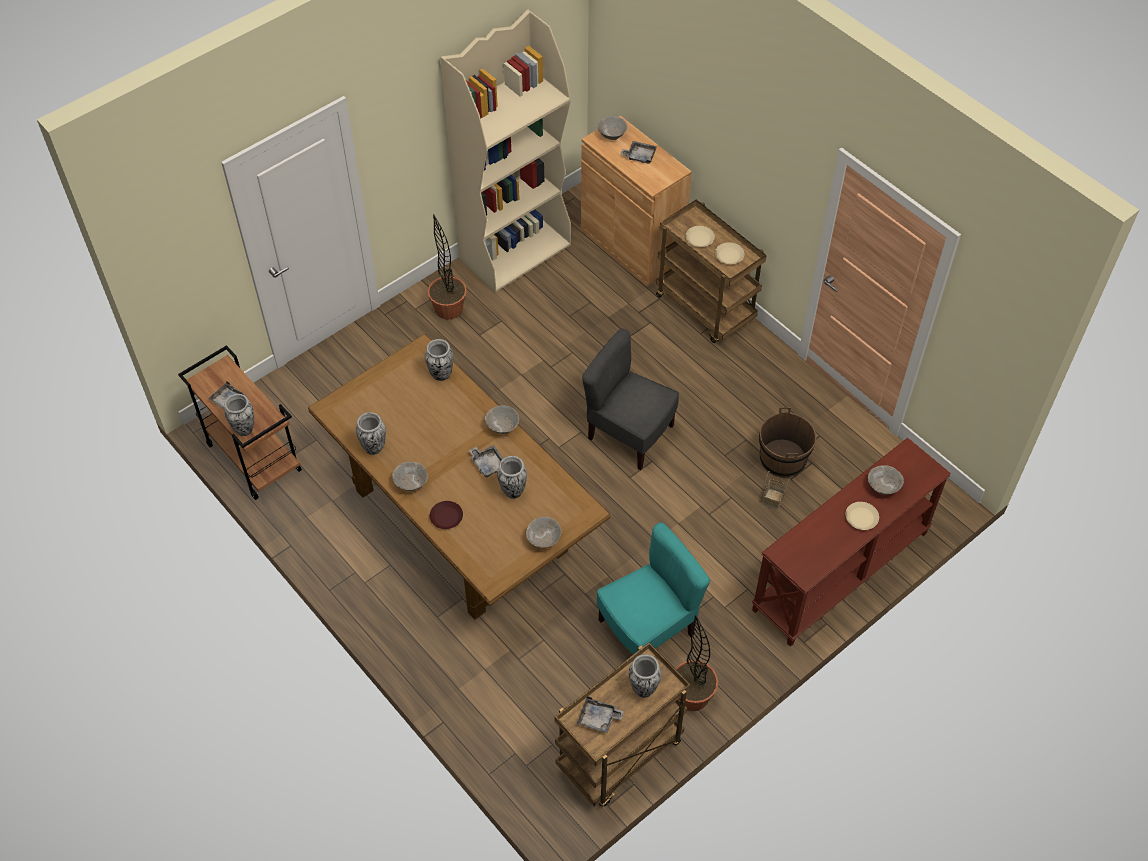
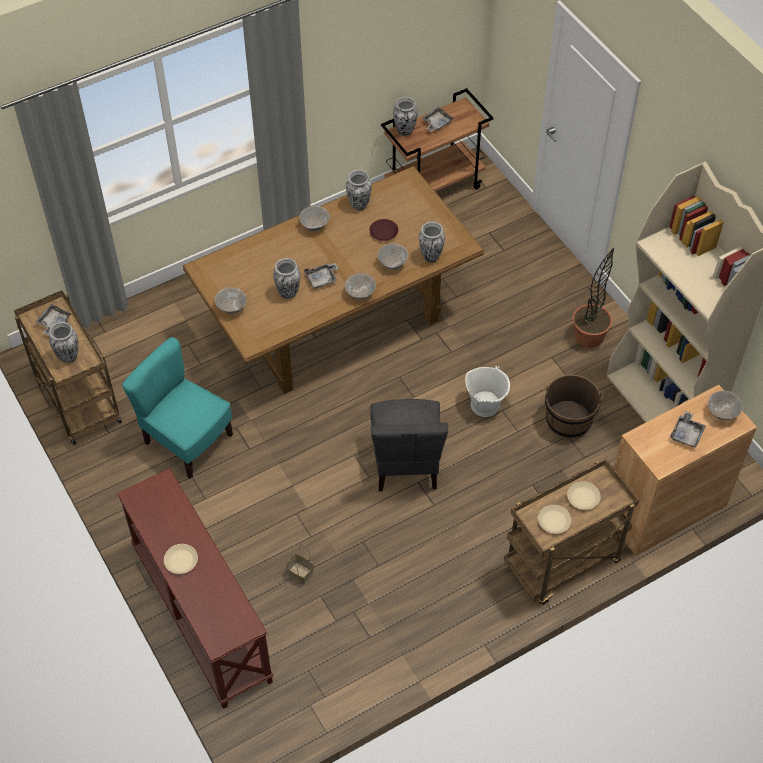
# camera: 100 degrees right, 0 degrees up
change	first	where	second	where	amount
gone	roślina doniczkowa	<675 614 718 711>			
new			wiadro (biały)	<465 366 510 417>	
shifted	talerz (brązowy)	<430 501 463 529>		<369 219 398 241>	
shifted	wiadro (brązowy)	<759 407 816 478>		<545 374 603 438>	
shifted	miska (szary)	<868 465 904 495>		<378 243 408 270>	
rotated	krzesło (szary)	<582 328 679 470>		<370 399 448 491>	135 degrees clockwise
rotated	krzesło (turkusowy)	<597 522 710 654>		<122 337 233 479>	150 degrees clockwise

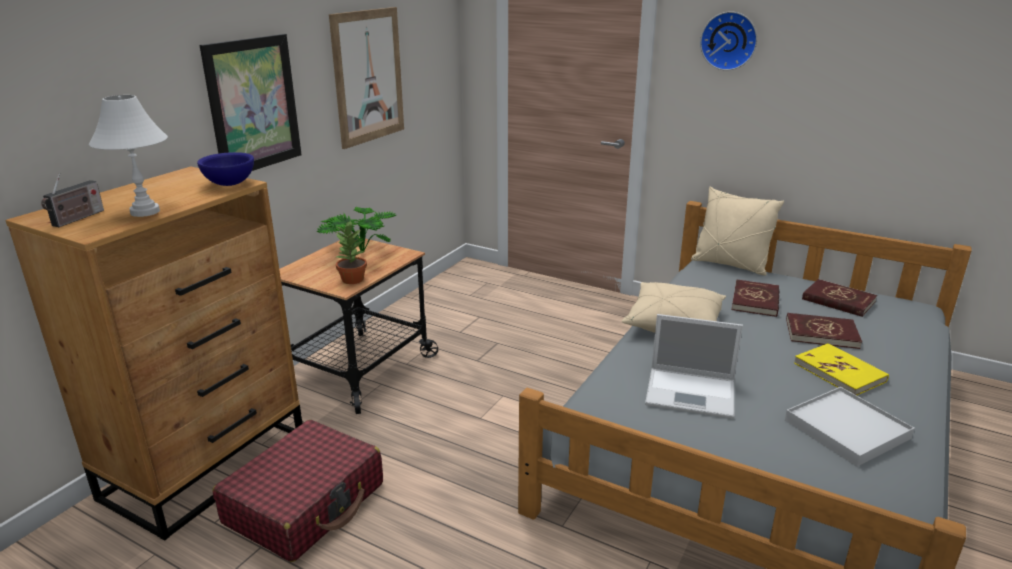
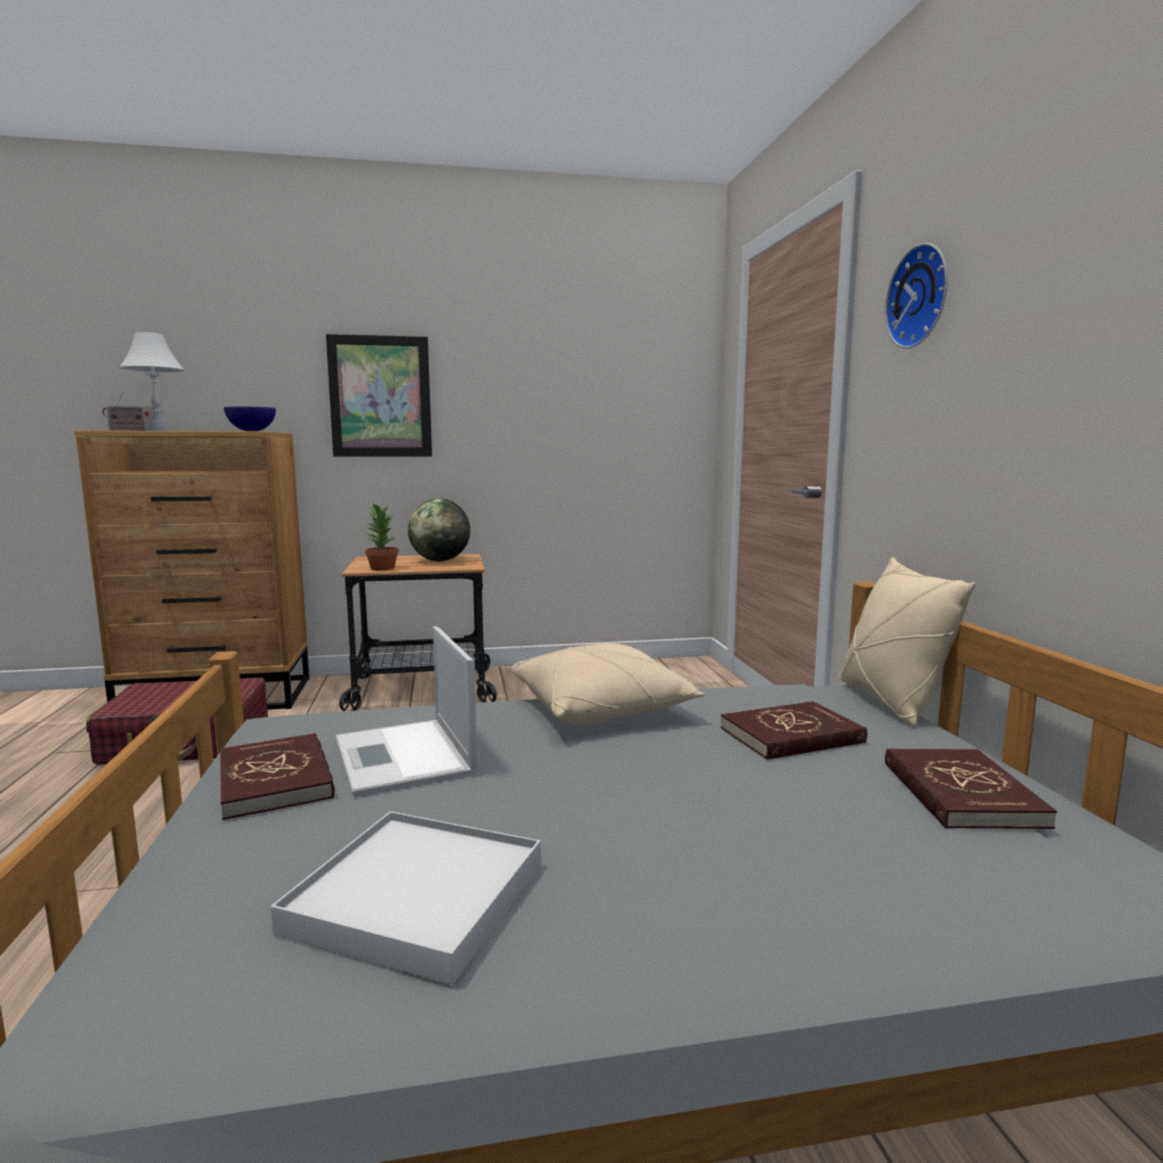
# camera: 50 degrees right, 15 degrees down
change	first	where	second	where	amount
gone	obraz	<329 7 404 149>			
gone	książka (żółty)	<794 343 889 395>			
shifted	książka (czerwony)	<786 313 862 349>		<220 733 334 820>	
swapped	roślina doniczkowa	<316 207 396 253>	globus	<408 498 470 561>	

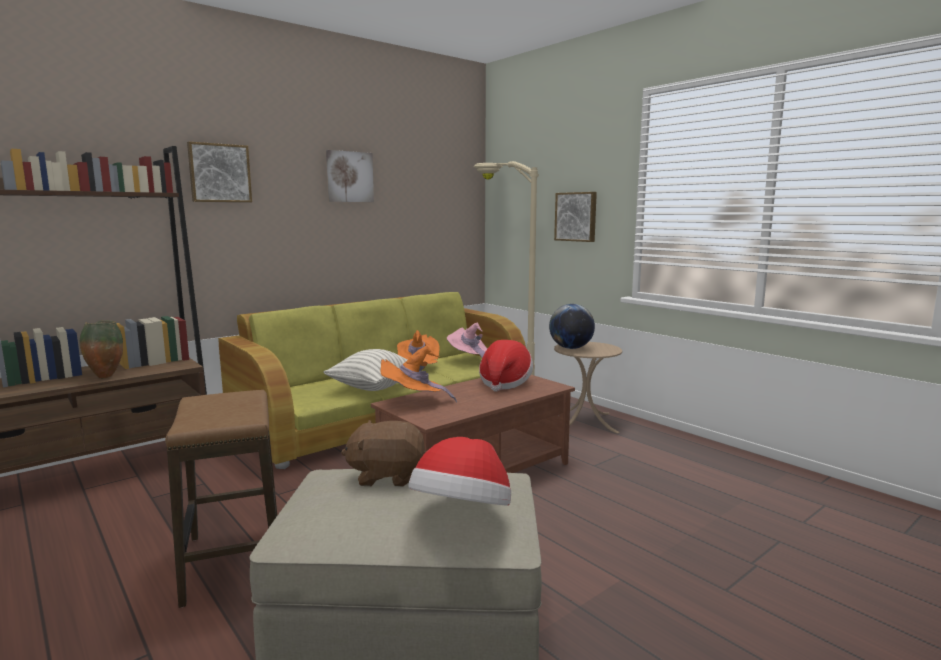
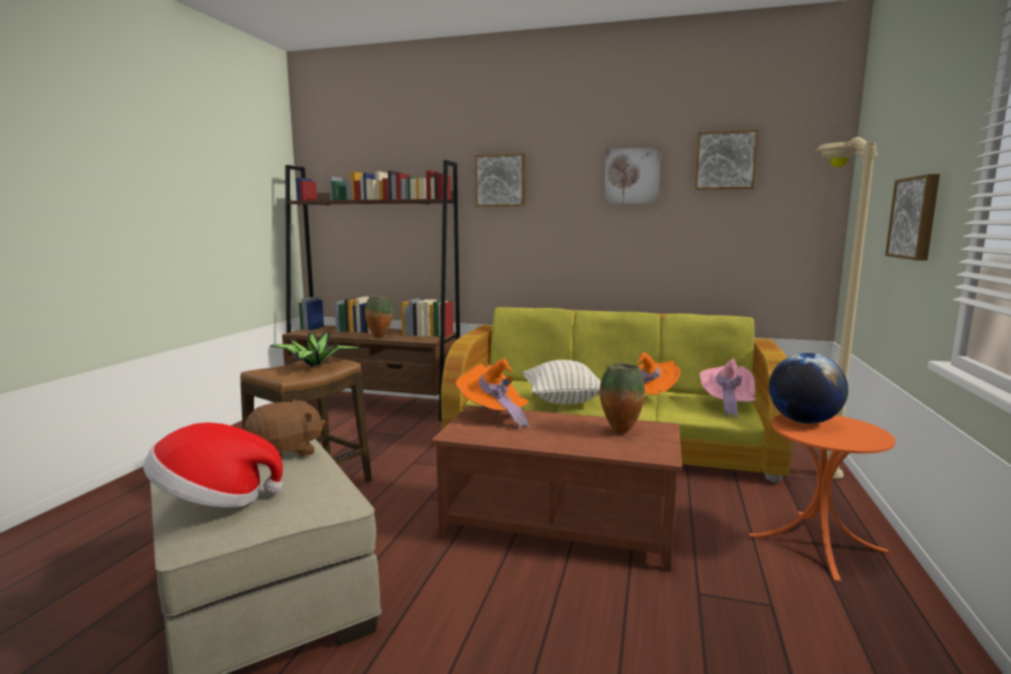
# camera: 55 degrees right, 0 degrees up
change	first	where	second	where	amount
new			roślina doniczkowa	<269 332 361 367>	
new			obraz	<695 130 759 190>	
swapped	kapelusz	<479 340 533 392>	wazon	<600 363 645 434>	
repainted	stolik (beżowy)	<554 342 622 433>	stolik (pomarańczowy)	<749 414 895 582>	
rotated	pluszak (brązowy)	<341 420 426 487>		<244 400 325 460>	90 degrees clockwise

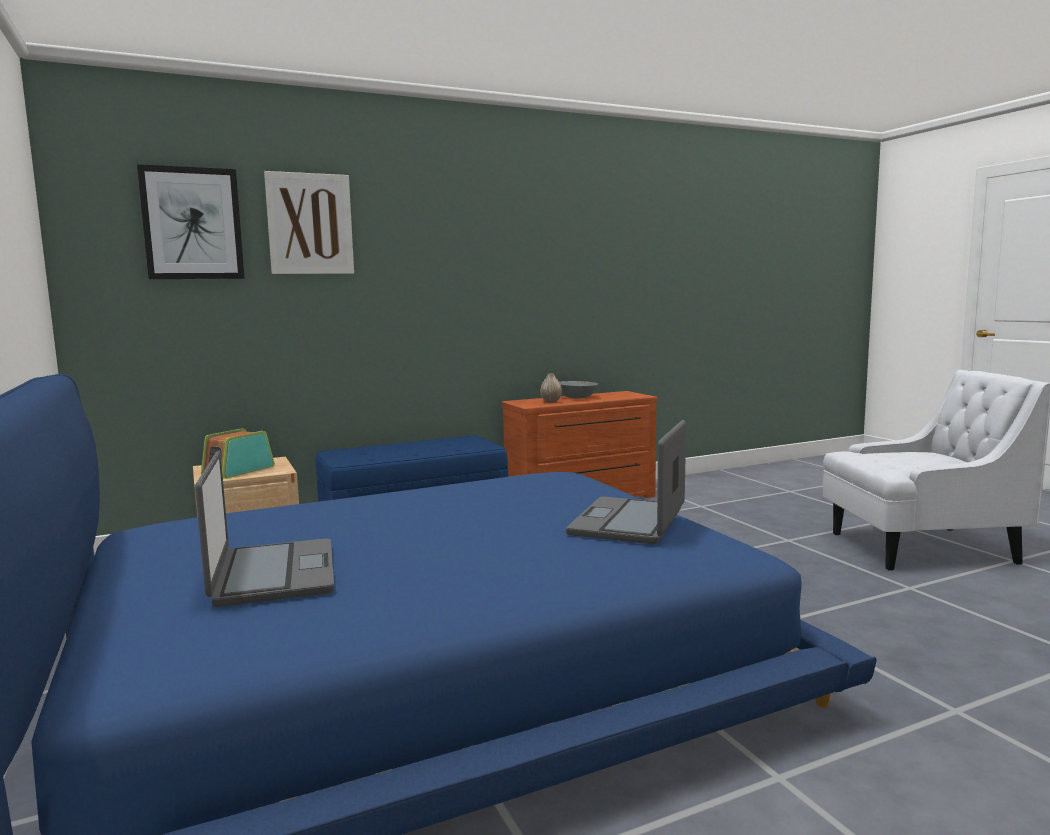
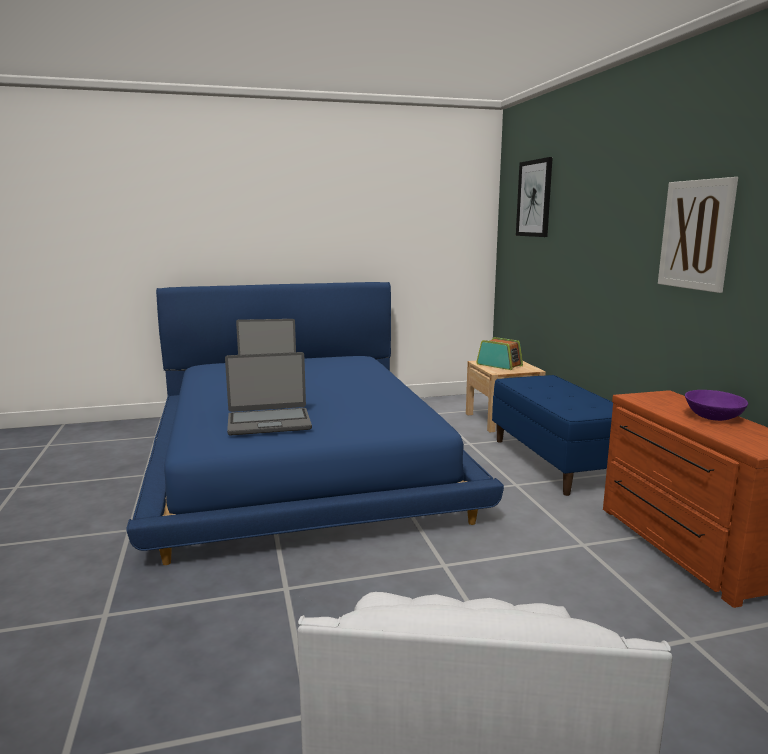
# camera: 100 degrees right, 5 degrees up
change	first	where	second	where	amount
gone	wazon	<541 374 562 403>			
shifted	obraz	<264 171 354 274>		<658 177 738 293>	
repainted	miska (szary)	<559 381 598 399>	miska (fioletowy)	<685 390 748 421>	
rotated	laptop	<566 420 686 544>		<225 352 312 435>	135 degrees clockwise

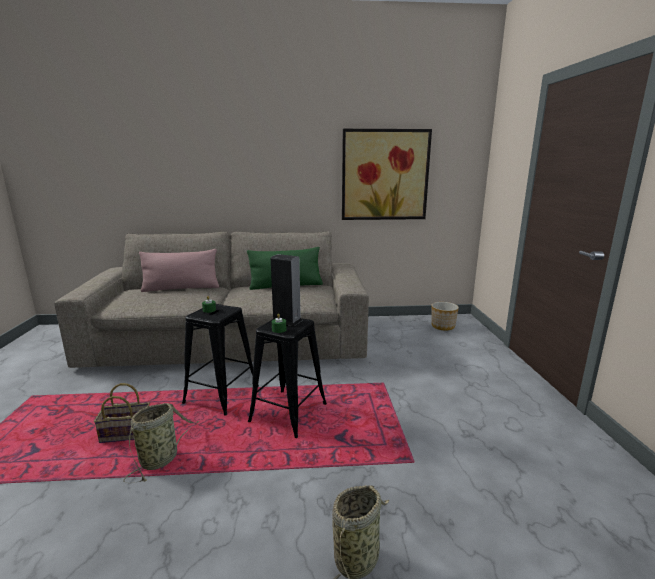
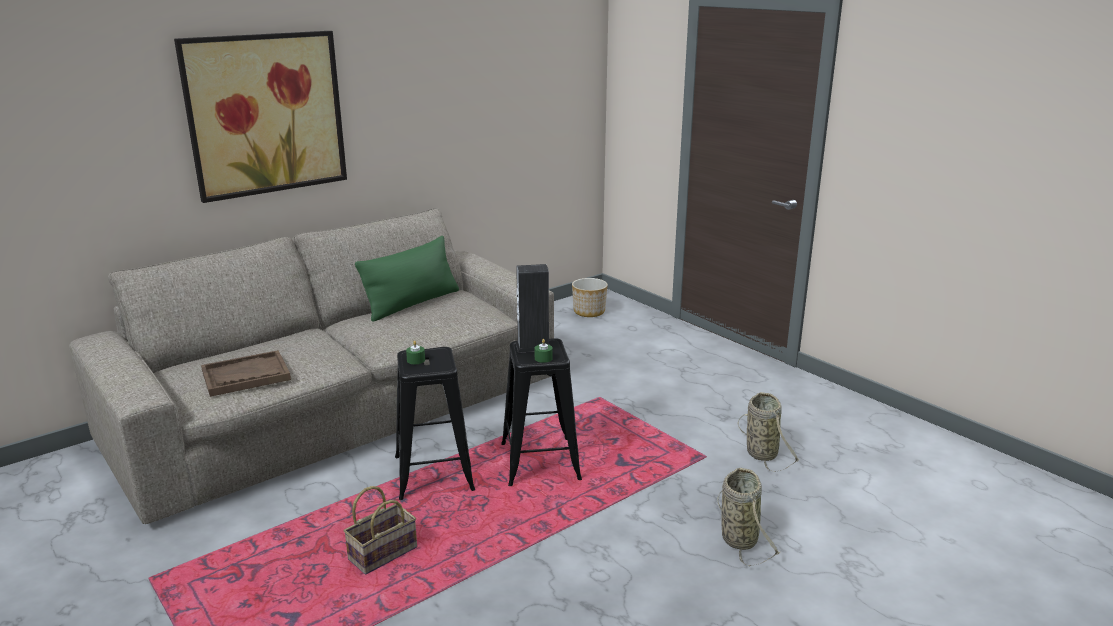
# camera: 35 degrees left, 5 degrees up
change	first	where	second	where	amount
gone	poduszka (różowy)	<139 249 219 292>			
new			taca (brązowy)	<201 350 291 397>	
shifted	koszyk	<123 403 200 483>		<738 392 800 472>	
shifted	obraz	<342 129 432 220>		<174 31 347 203>	

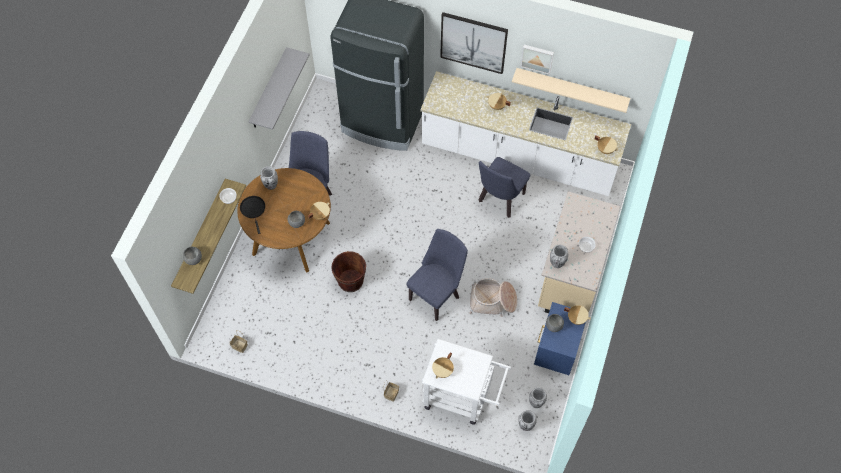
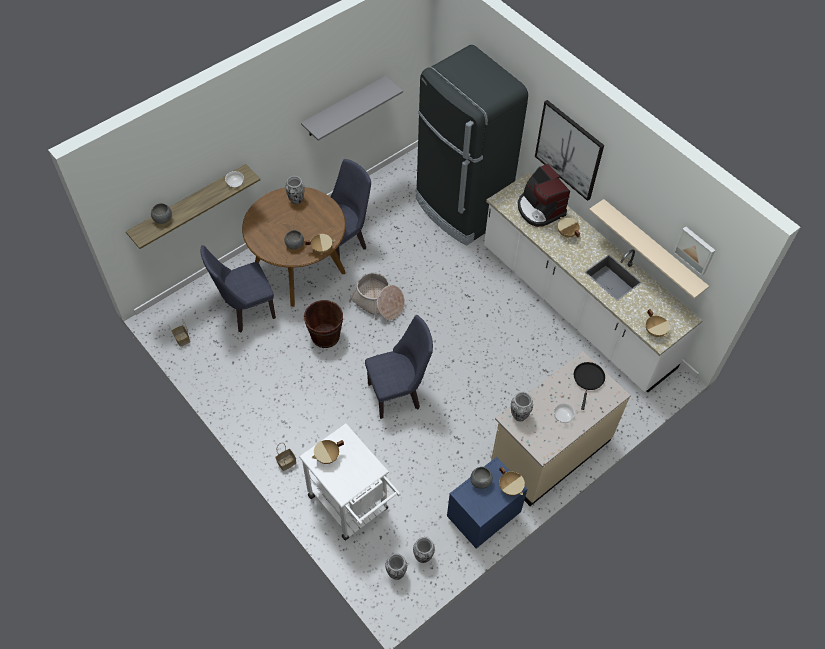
# camera: 30 degrees right, 5 degrees down
change	first	where	second	where	amount
new			ekspres do kawy	<518 164 570 227>	
shifted	patelnia (czarny)	<240 196 265 234>		<574 362 605 410>	
shifted	koszyk	<469 278 517 317>		<349 272 405 320>	
shifted	krzesło (niebieski)	<478 157 530 218>		<200 245 276 333>	
shifted	obraz	<520 45 554 75>		<673 226 715 276>	

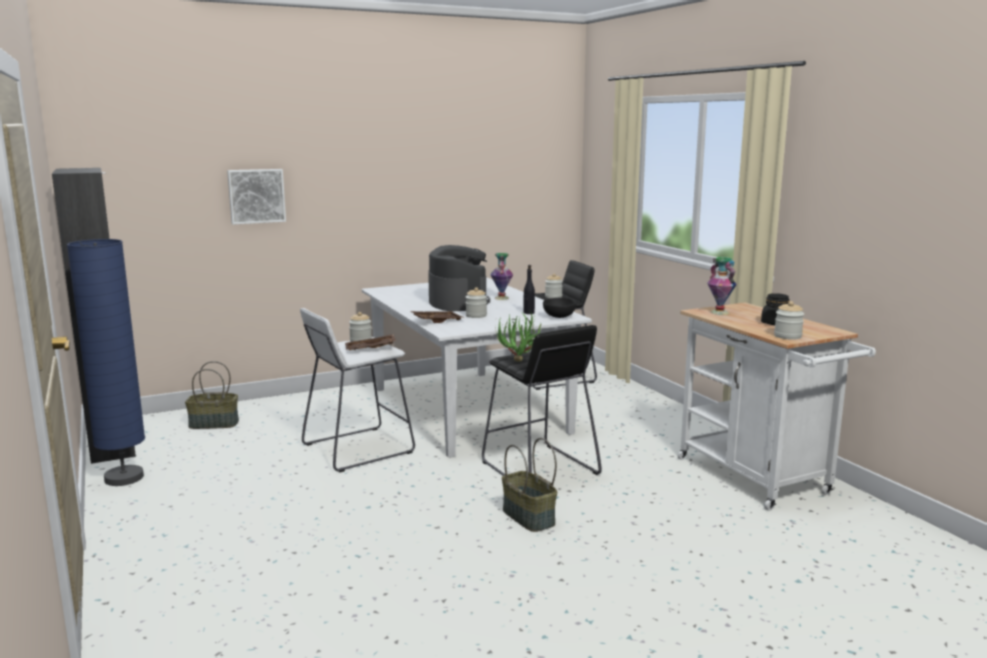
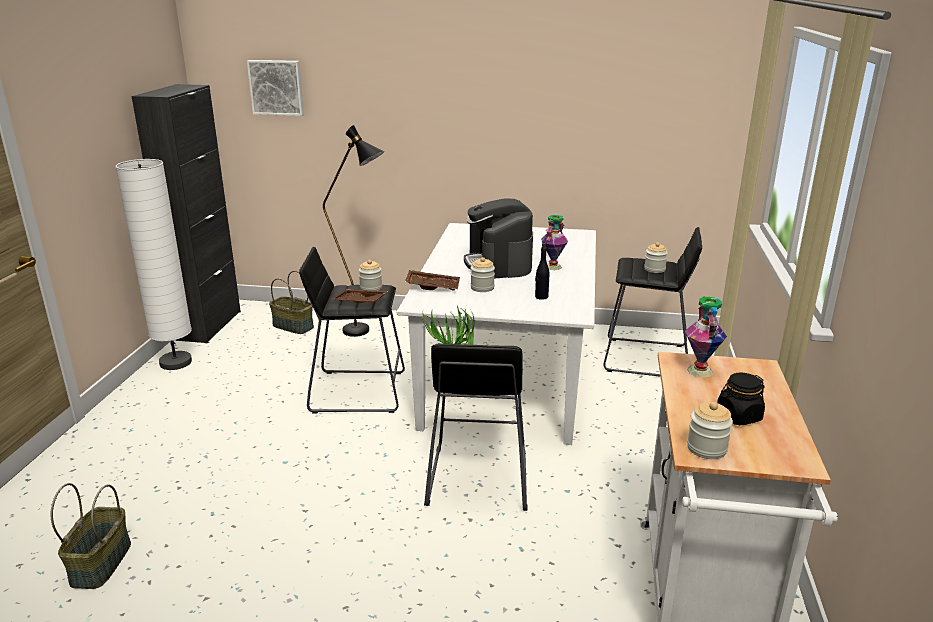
# camera: 35 degrees right, 10 degrees up
change	first	where	second	where	amount
gone	miska (czarny)	<543 298 577 318>			
new			lampa stojąca (czarny)	<323 125 384 337>	
shifted	obraz	<227 169 286 225>		<247 60 304 116>	
shifted	koszyk	<502 438 557 532>		<51 483 131 589>	
repainted	lampa stojąca (niebieski)	<67 239 145 486>	lampa stojąca (biały)	<115 159 192 370>	
repainted	stołek (biały)	<300 308 415 472>	stołek (czarny)	<299 247 405 414>	
rotated	ekspres do kawy	<428 245 490 311>		<464 199 533 279>	150 degrees clockwise

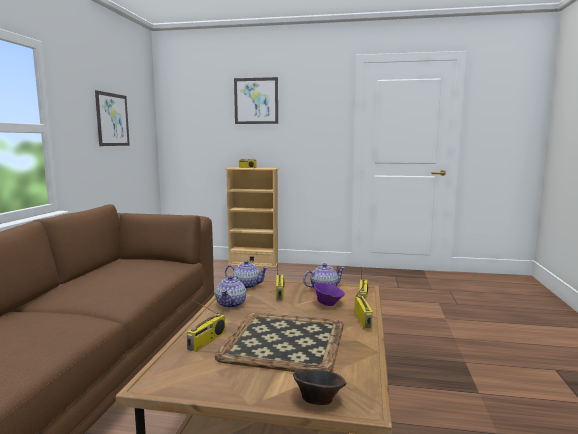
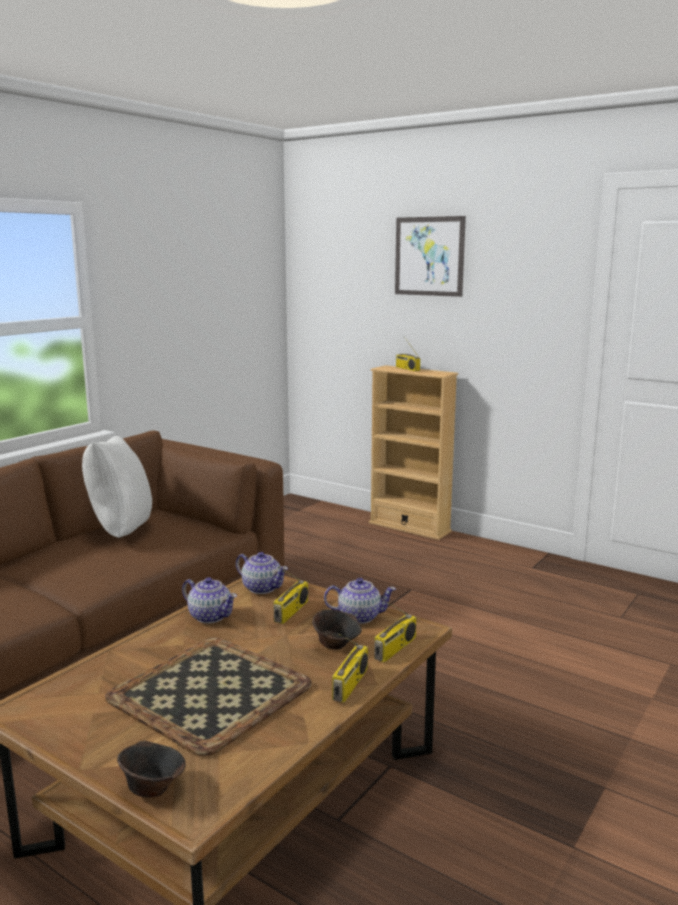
# camera: 25 degrees right, 5 degrees up
change	first	where	second	where	amount
gone	obraz	<95 90 130 146>			
gone	radio	<187 300 225 352>			
new			poduszka (biały)	<82 436 152 538>	
repainted	miska (fioletowy)	<314 283 345 306>	miska (brązowy)	<312 610 362 650>	
rotated	imbryk	<215 276 246 308>		<182 577 237 623>	90 degrees counterclockwise

